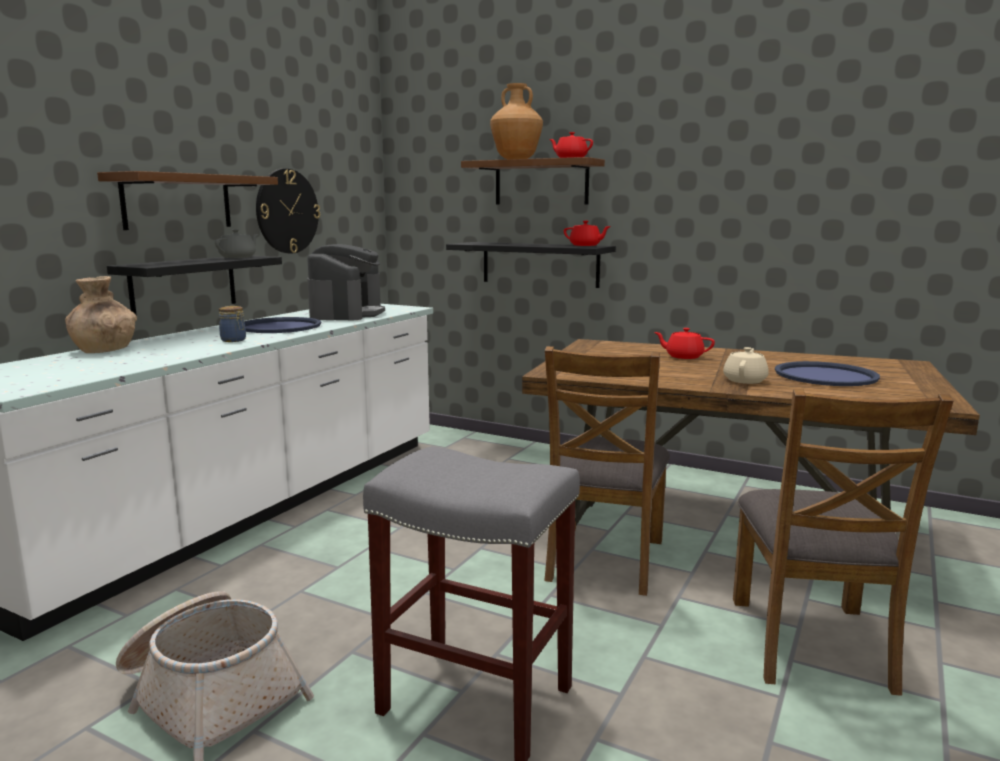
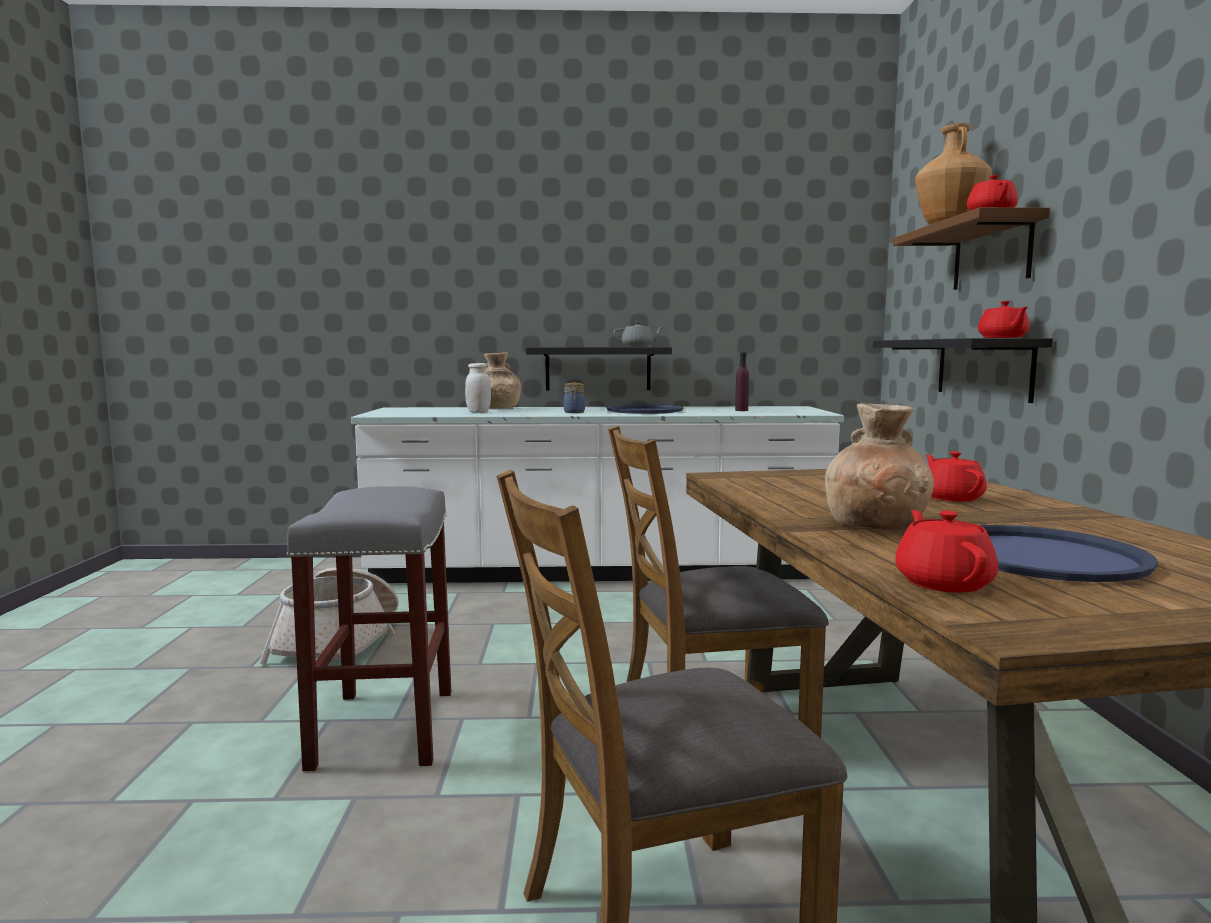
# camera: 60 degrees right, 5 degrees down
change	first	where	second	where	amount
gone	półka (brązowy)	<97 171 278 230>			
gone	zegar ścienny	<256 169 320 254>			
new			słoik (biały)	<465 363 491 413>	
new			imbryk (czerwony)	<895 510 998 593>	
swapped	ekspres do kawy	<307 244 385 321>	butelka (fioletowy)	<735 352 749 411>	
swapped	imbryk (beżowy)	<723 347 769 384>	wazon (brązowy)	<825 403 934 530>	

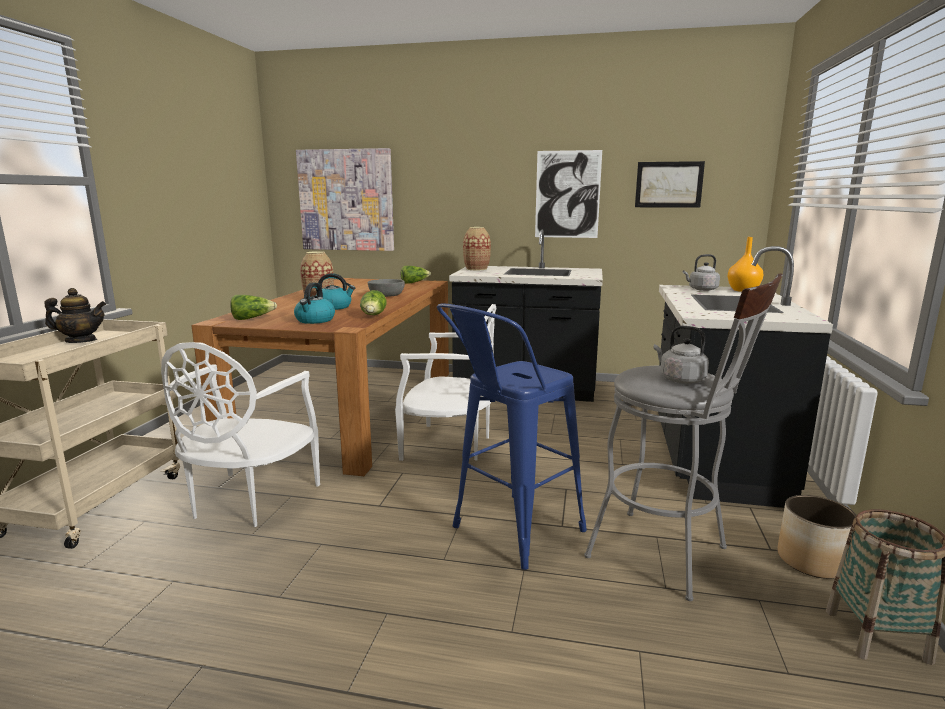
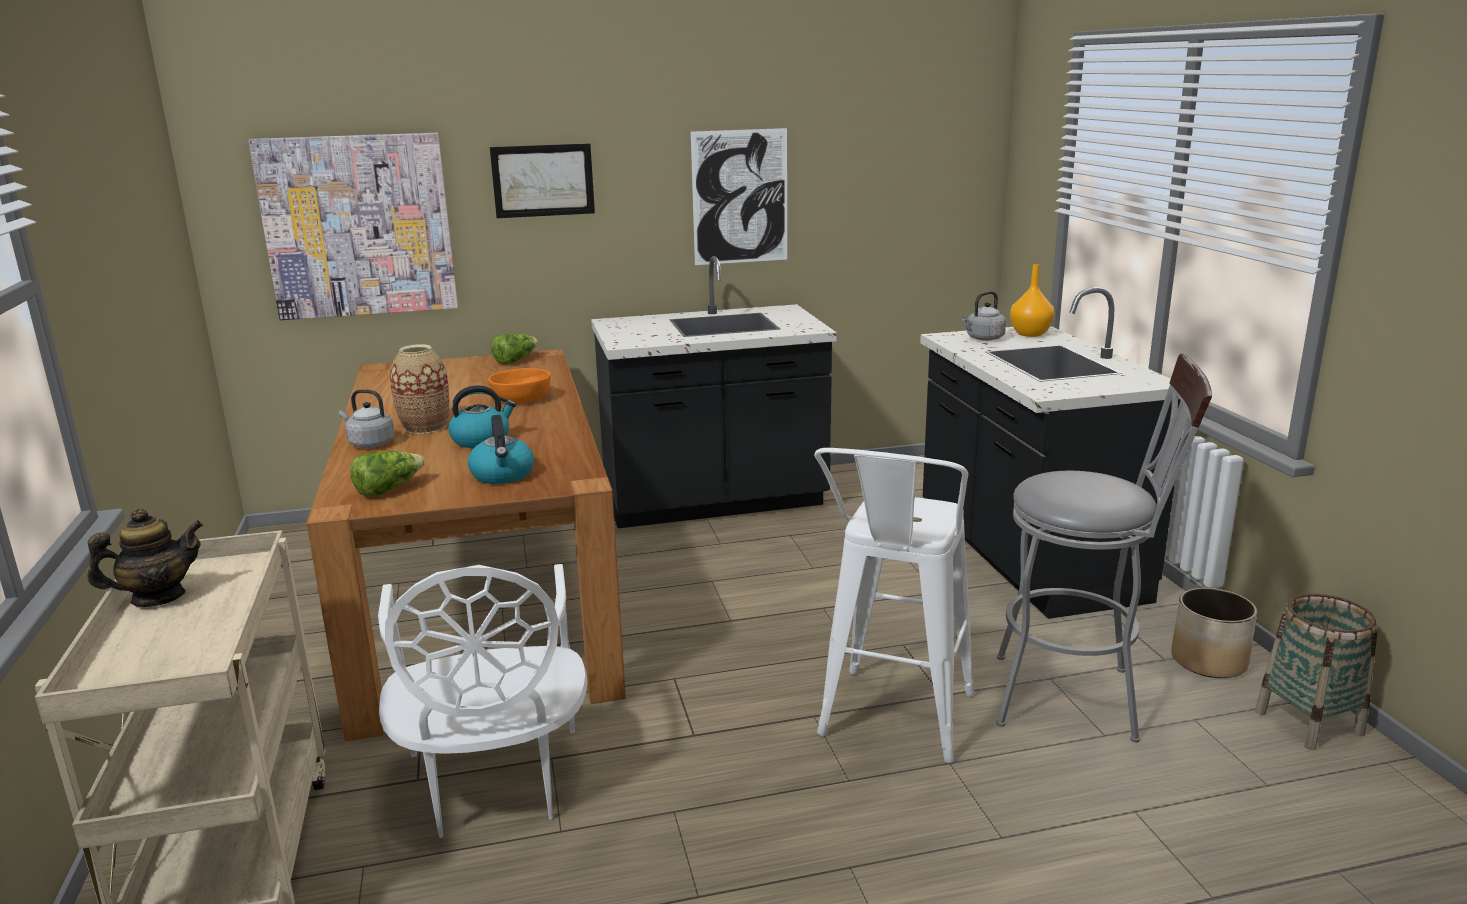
# camera: 25 degrees left, 5 degrees up
change	first	where	second	where	amount
gone	sałata	<360 290 387 315>			
gone	krzesło (biały)	<395 304 496 461>			
gone	wazon	<463 227 491 270>			
shifted	obraz	<635 161 705 208>		<490 143 595 218>	
shifted	czajnik (szary)	<654 326 709 384>		<339 389 395 448>	
repainted	miska (szary)	<368 279 405 297>	miska (pomarańczowy)	<488 368 551 403>	
repainted	stołek (niebieski)	<437 303 587 570>	stołek (biały)	<814 448 974 763>	

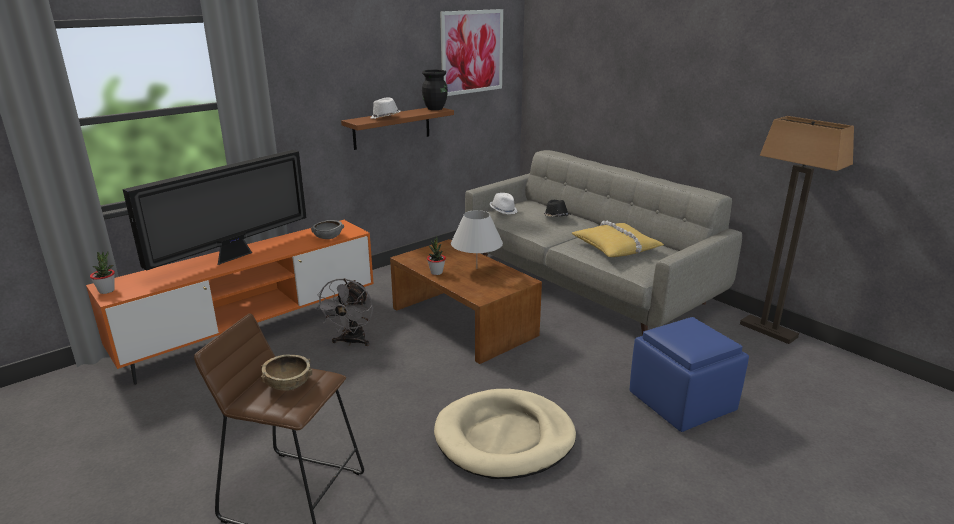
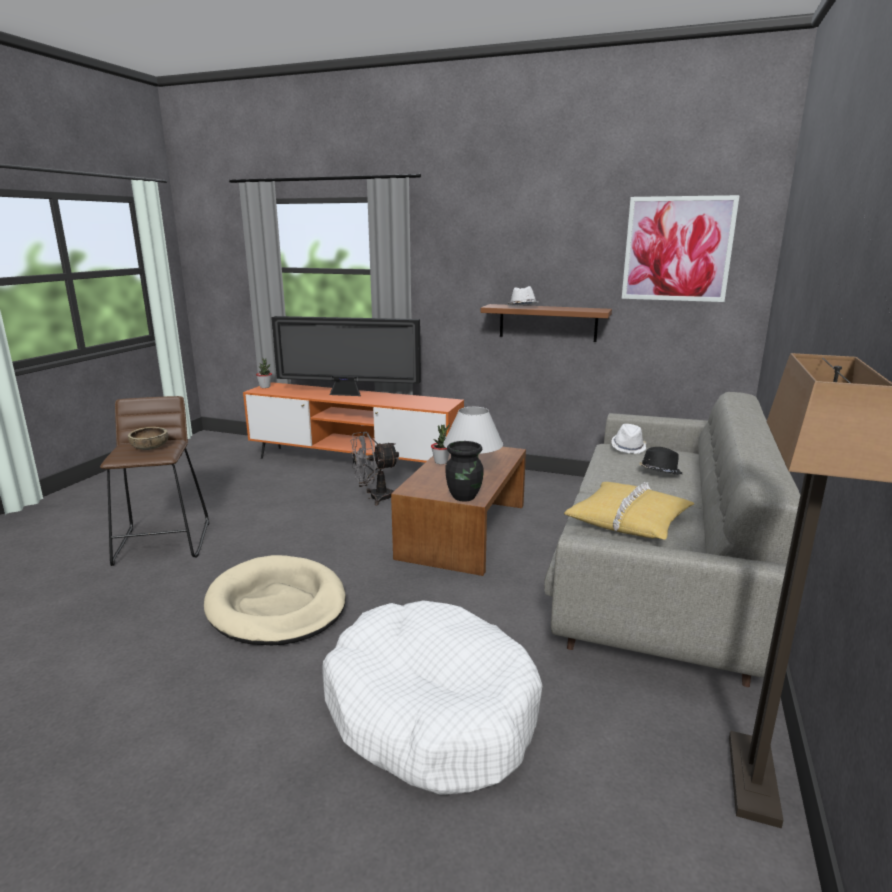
# camera: 60 degrees right, 5 degrees down
change	first	where	second	where	amount
gone	miska (szary)	<311 220 344 239>			
shifted	wazon (czarny)	<422 69 448 110>		<445 441 484 501>	
swapped	pufa (niebieski)	<630 317 749 432>	legowisko (biały)	<322 600 542 795>	

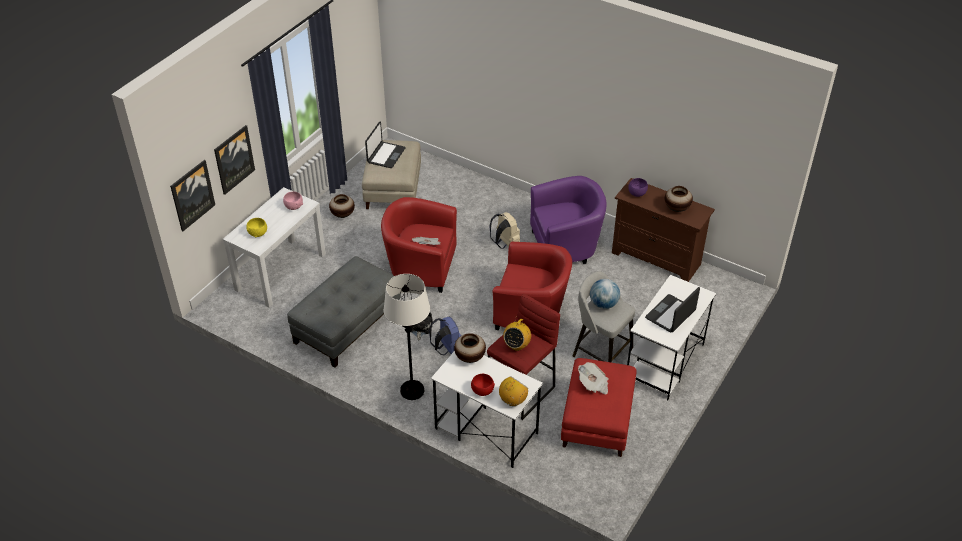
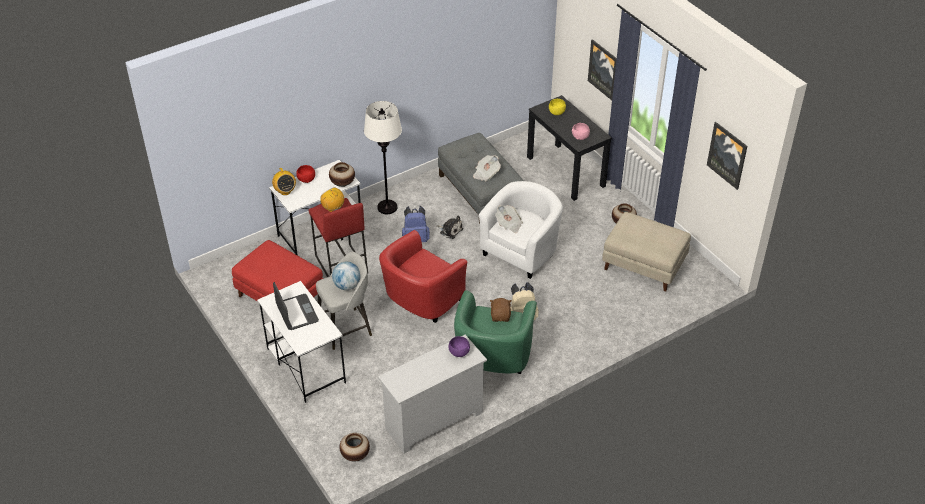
# camera: 115 degrees right, 0 degrees up
change	first	where	second	where	amount
gone	laptop	<365 121 406 168>			
new			pluszak (brązowy)	<490 298 512 322>	
shifted	obraz	<170 160 215 231>		<707 122 747 190>	
shifted	gazeta	<578 362 609 394>		<473 155 501 181>	
shifted	wazon	<665 186 693 212>		<339 433 370 462>	
repainted	stolik konsolowy (biały)	<223 187 326 308>	stolik konsolowy (czarny)	<527 95 612 201>	
repainted	fotel (czerwony)	<381 197 457 293>	fotel (biały)	<479 181 563 279>	
repainted	fotel (fioletowy)	<530 176 607 264>	fotel (zielony)	<454 290 537 374>	
repainted	komoda (brązowy)	<612 178 715 282>	komoda (biały)	<378 335 487 454>	

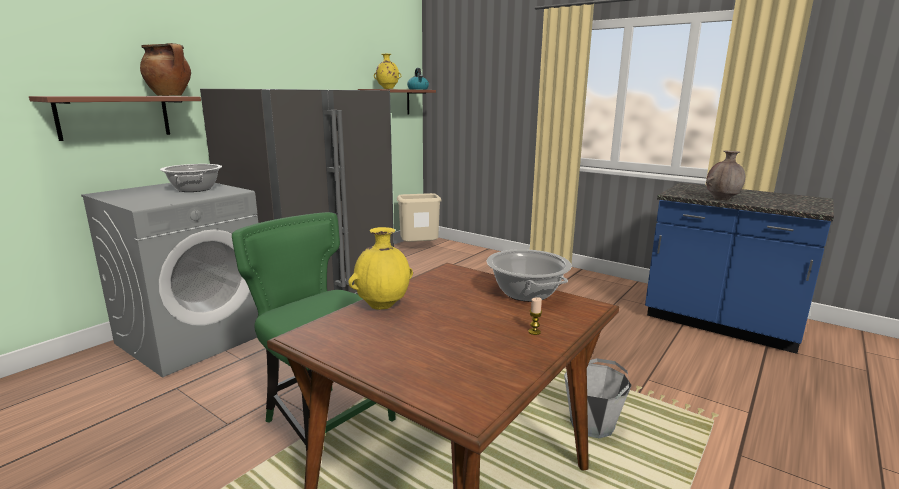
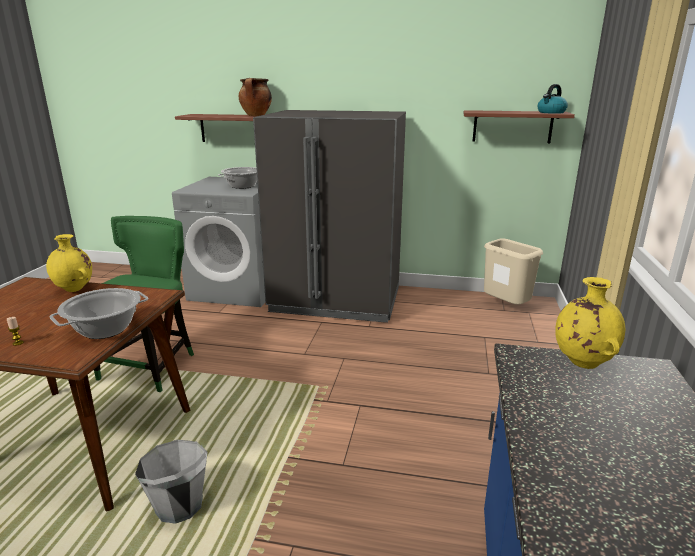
# camera: 65 degrees right, 5 degrees up
change	first	where	second	where	amount
gone	wazon (brązowy)	<706 151 745 200>			
shifted	wazon (żółty)	<374 54 401 89>		<555 277 625 369>	

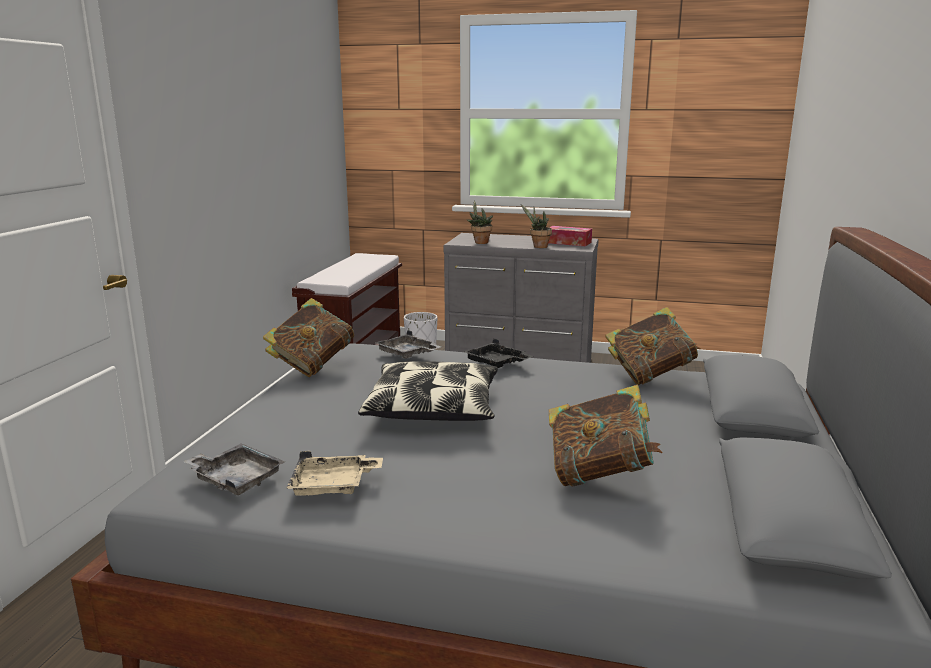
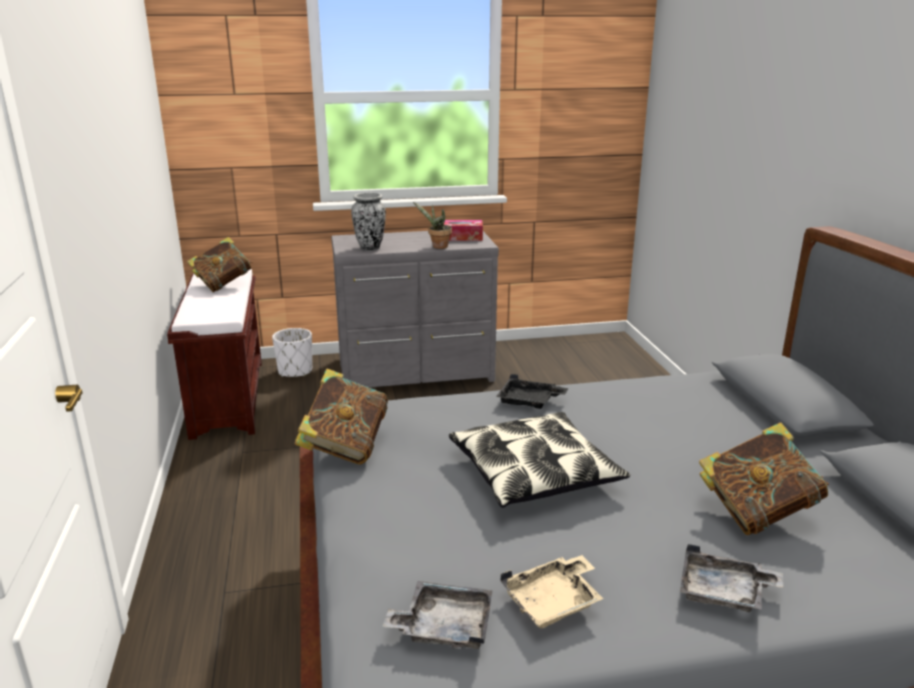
# camera: 25 degrees left, 5 degrees up
change	first	where	second	where	amount
shifted	taca (szary)	<375 330 441 359>		<680 544 783 612>	
shifted	książka	<605 307 701 385>		<187 237 253 292>	
swapped	roślina doniczkowa	<466 200 493 244>	wazon	<351 193 386 251>	

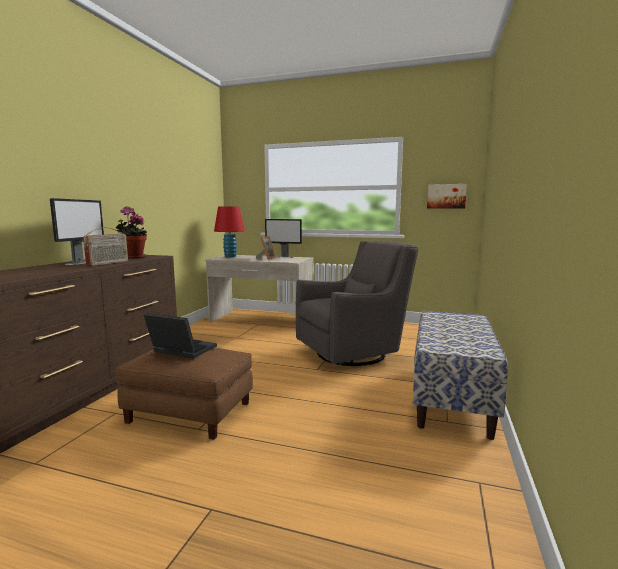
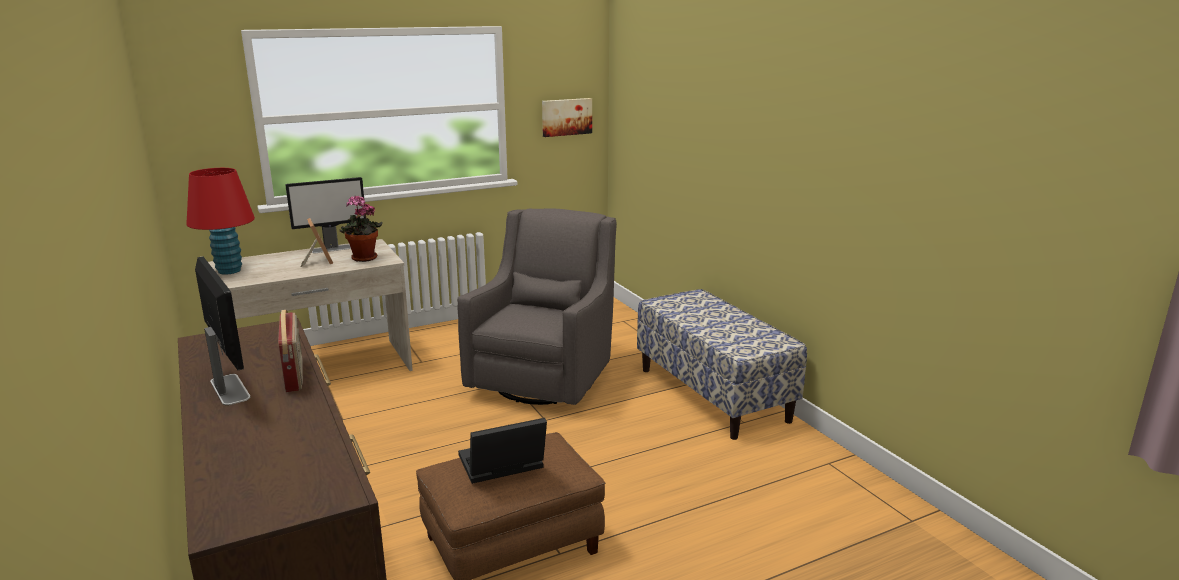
# camera: 45 degrees left, 10 degrees up
change	first	where	second	where	amount
shifted	roślina doniczkowa	<115 206 147 259>		<339 195 383 262>	

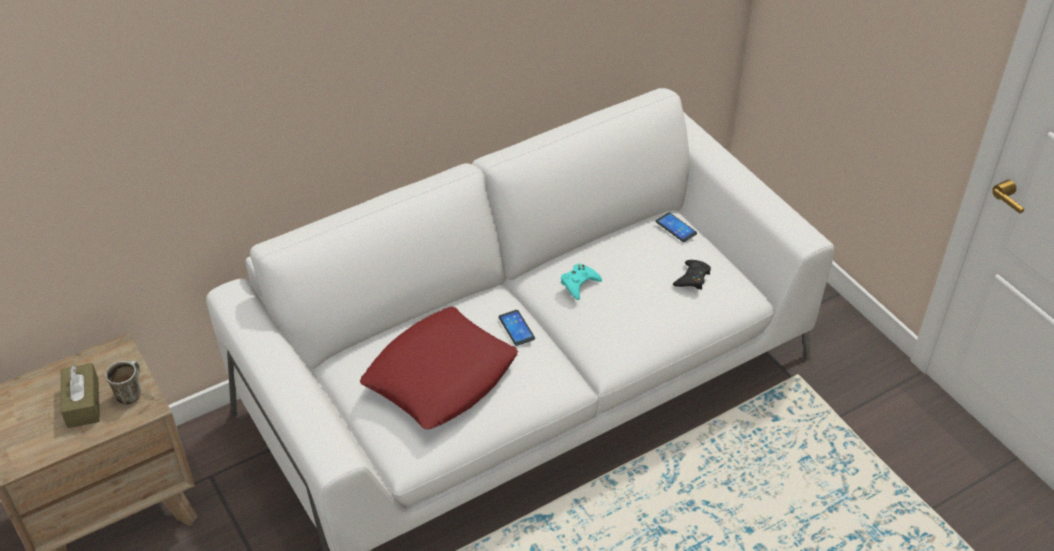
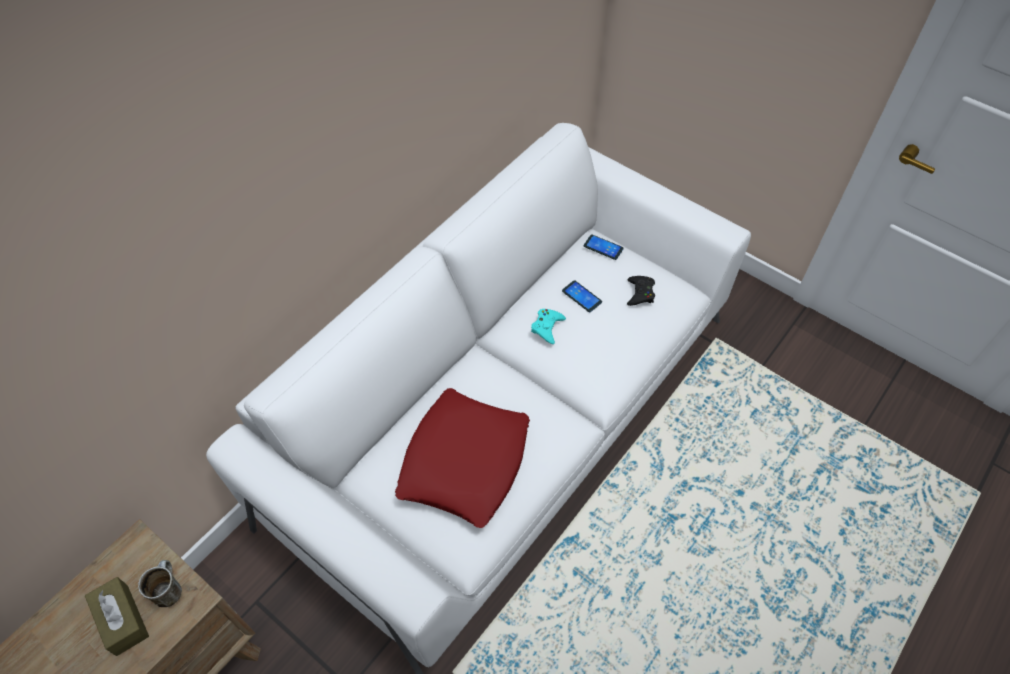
# camera: 20 degrees left, 10 degrees up
change	first	where	second	where	amount
shifted	telefon	<499 310 535 346>		<562 280 602 312>	

